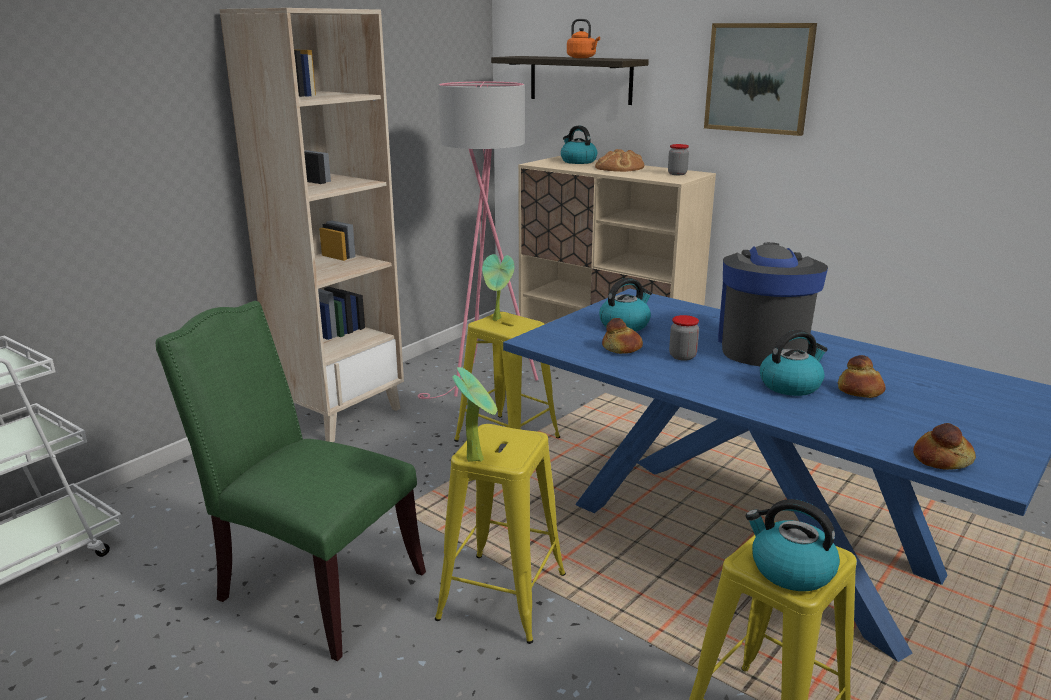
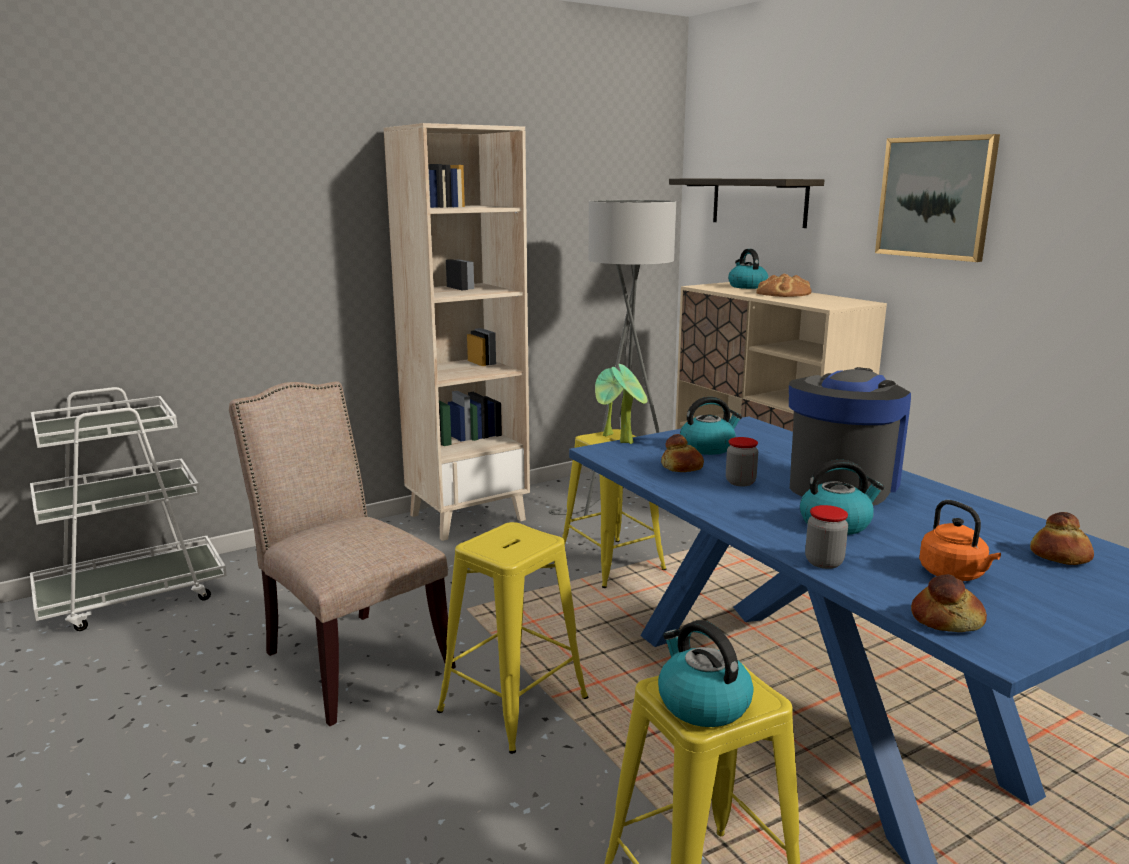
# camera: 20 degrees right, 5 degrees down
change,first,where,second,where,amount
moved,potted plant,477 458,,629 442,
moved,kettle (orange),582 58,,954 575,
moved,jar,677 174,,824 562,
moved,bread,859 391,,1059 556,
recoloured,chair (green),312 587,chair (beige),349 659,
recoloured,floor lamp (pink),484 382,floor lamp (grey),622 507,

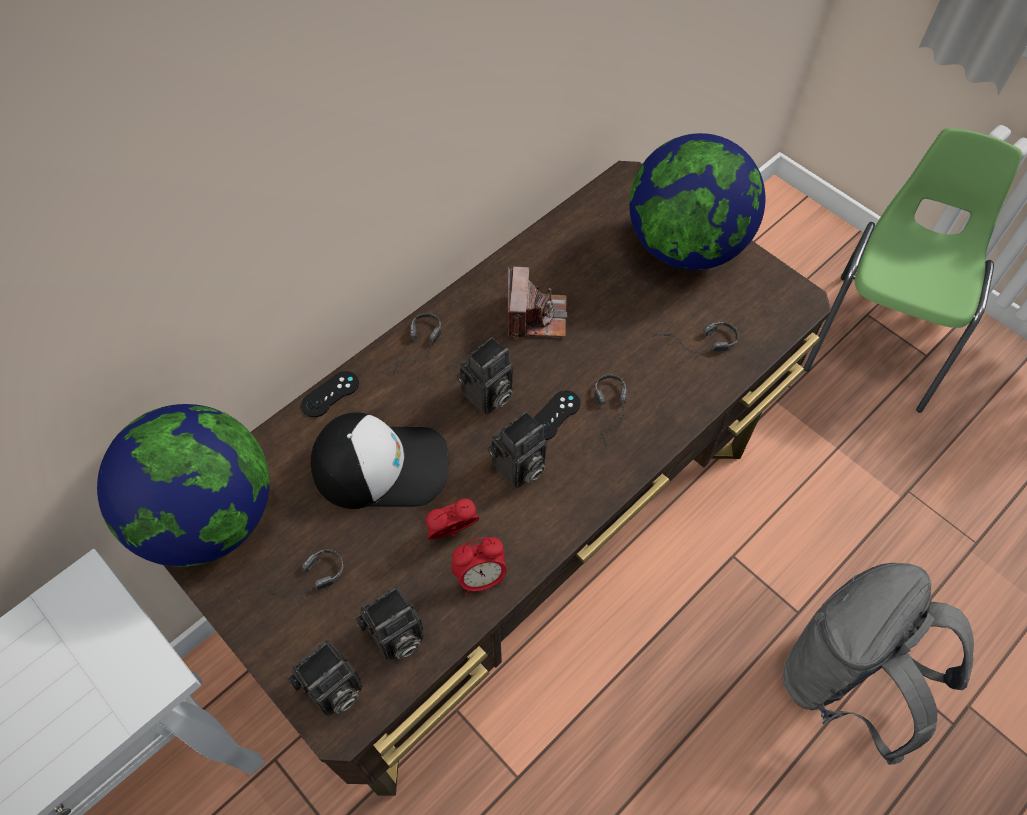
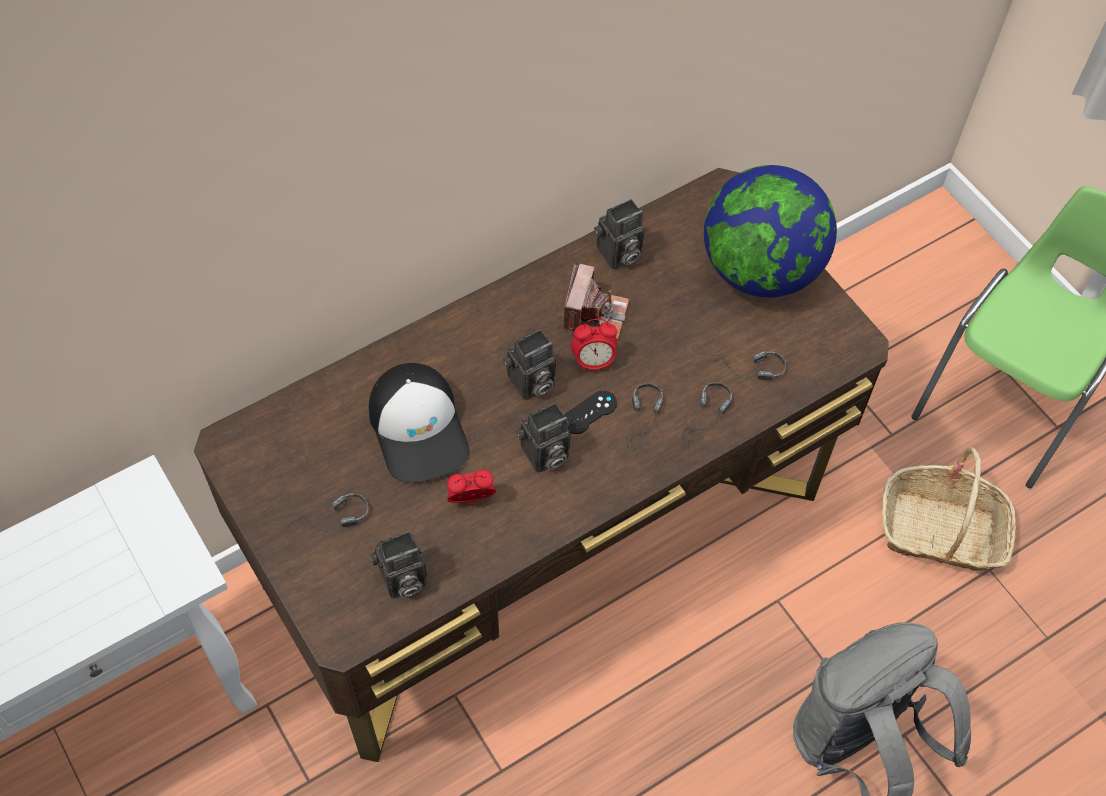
# camera: 10 degrees right, 0 degrees up
change,first,where,second,where,amount
removed,globe,209 517,,,
removed,game controller (black),330 394,,,
added,,,basket,941 531,
moved,photo camera,333 691,,618 255,
moved,headphones,419 353,,705 422,
moved,alarm clock,481 578,,594 362,
turned,cap,381 465,,419 428,60 degrees clockwise

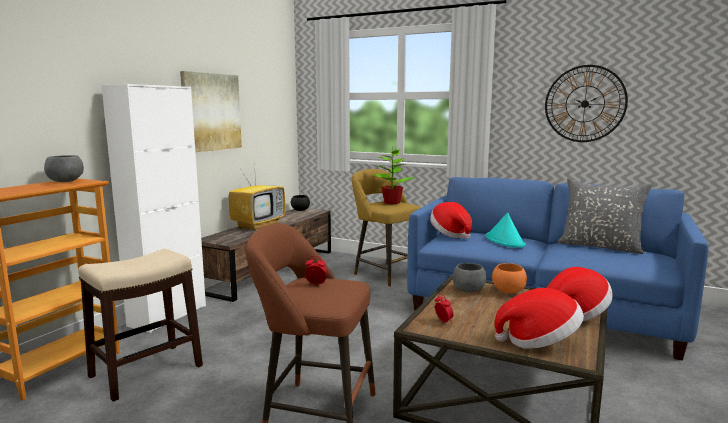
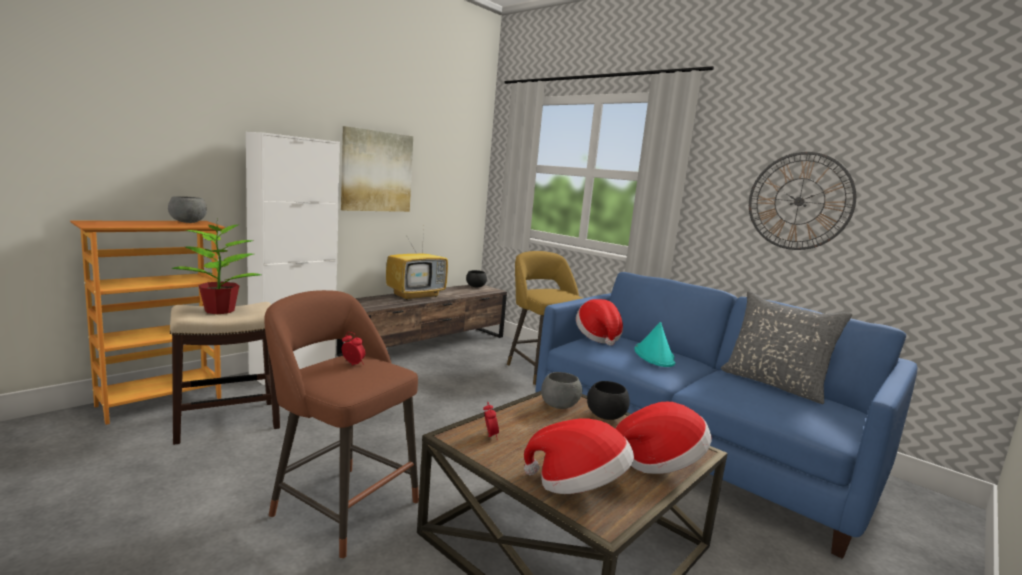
# camera: 15 degrees right, 0 degrees up
change,first,where,second,where,amount
moved,potted plant,392 202,,220 310,
recoloured,bowl (orange),508 291,bowl (black),605 416,

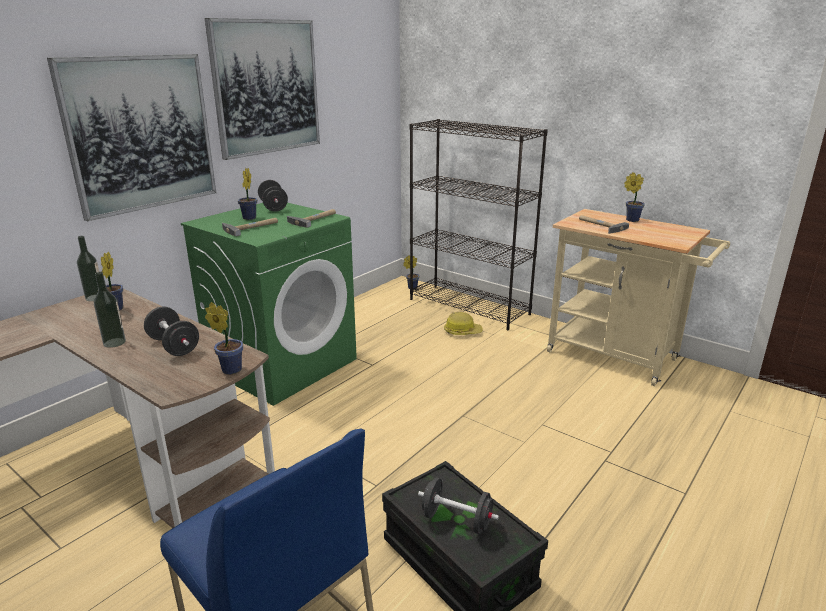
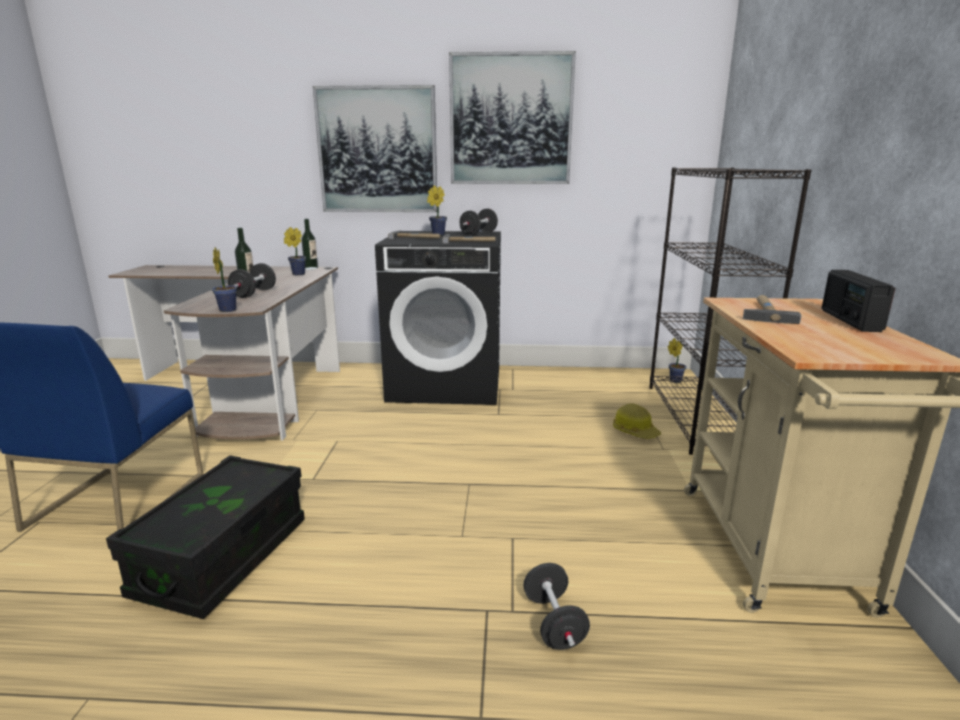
# camera: 55 degrees right, 5 degrees down
change,first,where,second,where,amount
moved,dumbbell (black),456 520,,554 623,
replaced,potted plant,630 220,radio,849 320,
recoloured,washing machine (green),283 364,washing machine (black),447 384,

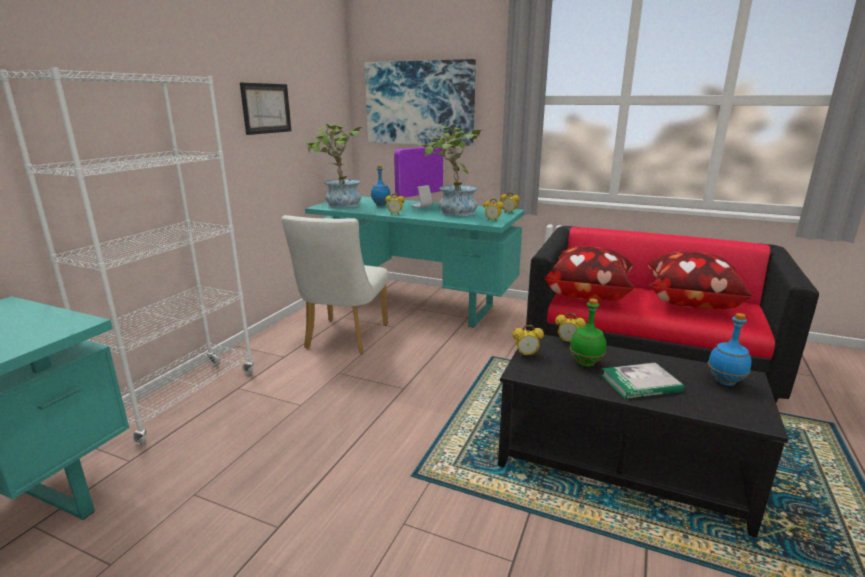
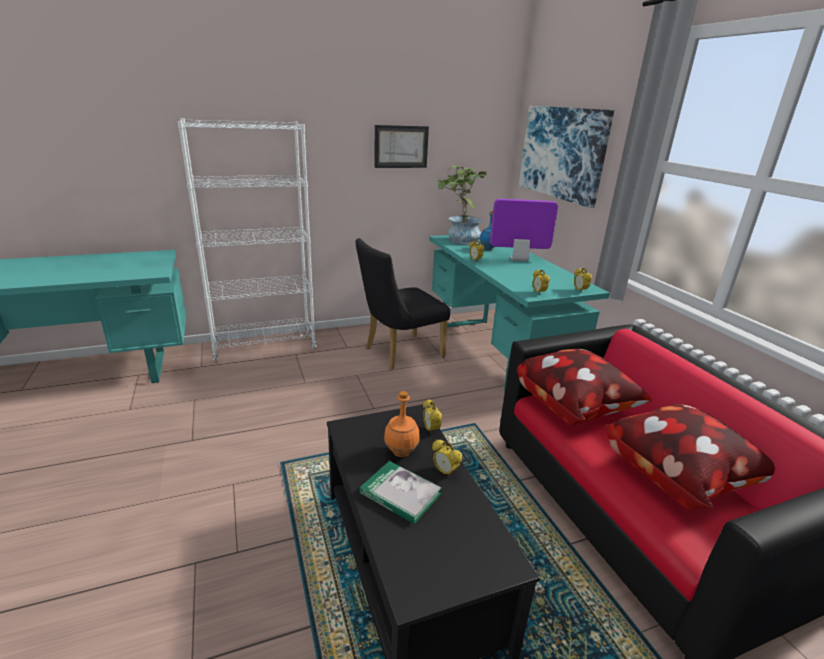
# camera: 45 degrees right, 5 degrees up
change,first,where,second,where,amount
removed,potted plant,452 212,,,
removed,bottle (blue),725 382,,,
moved,alarm clock,526 355,,445 472,
recoloured,chair (white),343 339,chair (black),398 353,
recoloured,bottle (green),585 363,bottle (orange),400 452,

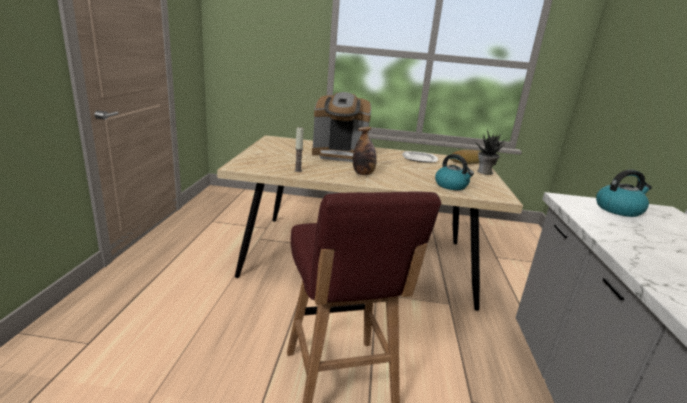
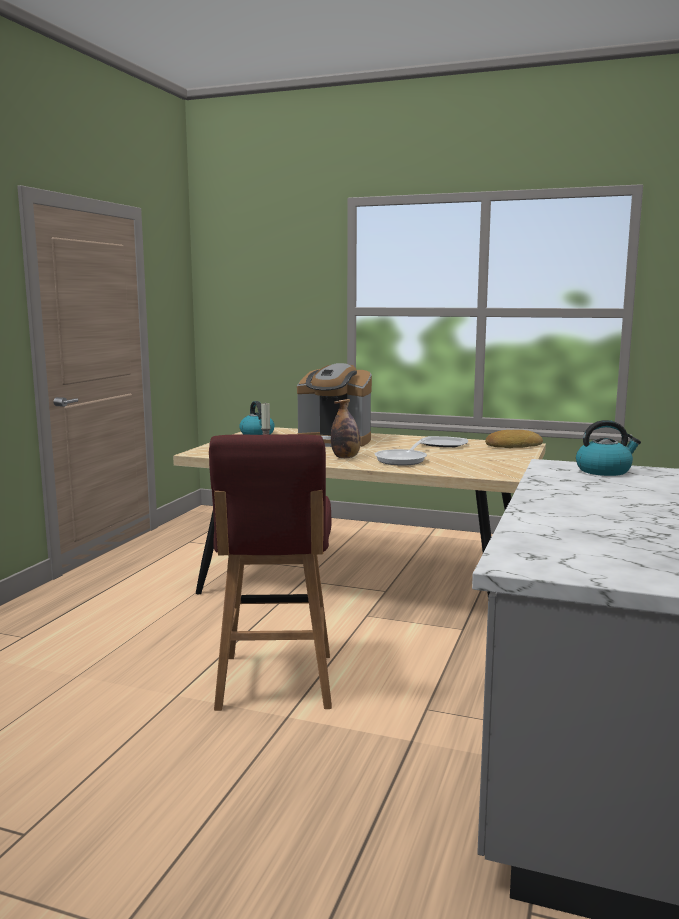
# camera: 15 degrees right, 10 degrees down
change,first,where,second,where,amount
removed,potted plant,484 172,,,
added,,,frying pan,403 460,
moved,kettle,451 186,,257 434,

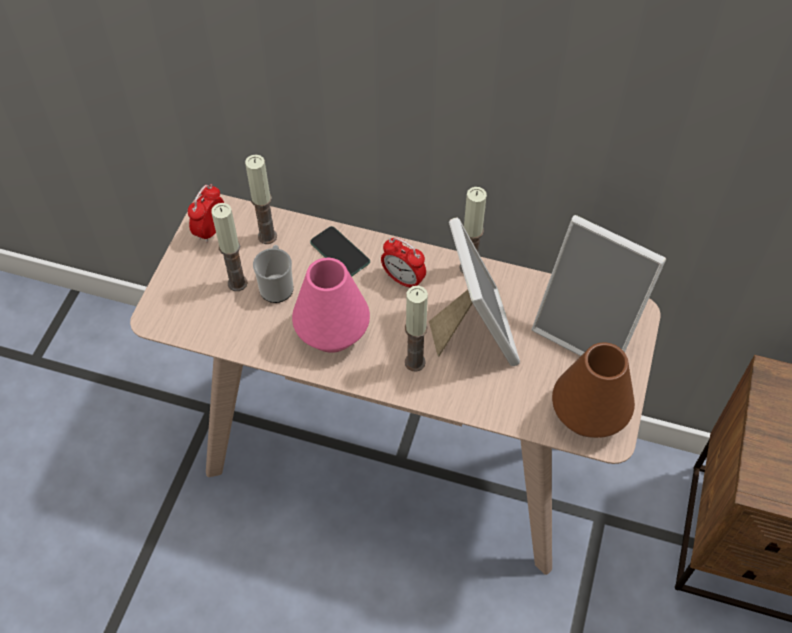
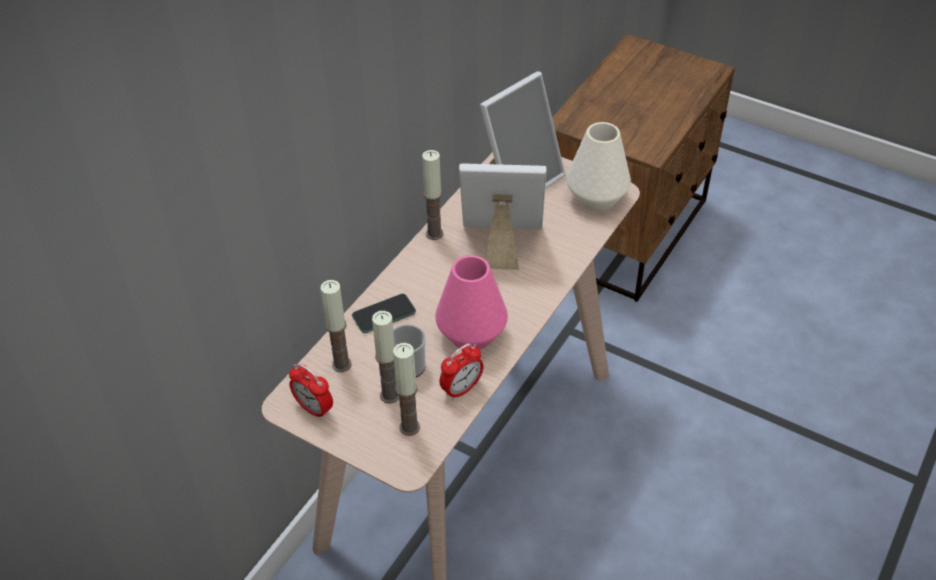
# camera: 75 degrees left, 10 degrees down
change,first,where,second,where,amount
moved,alarm clock,403 279,,461 389,
moved,candle,415 362,,409 427,
recoloured,vase (brown),588 415,vase (white),597 198,

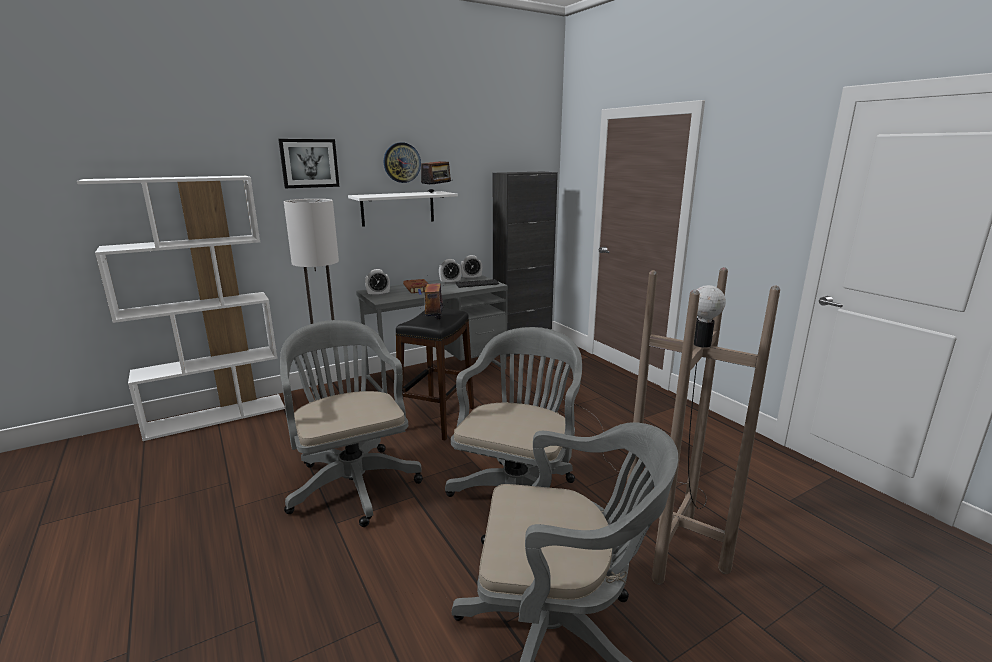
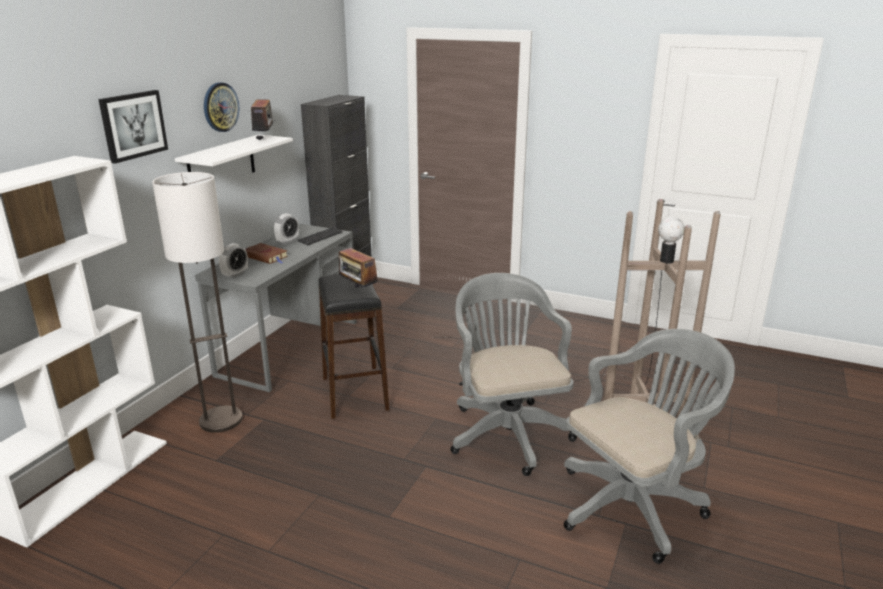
# camera: 35 degrees left, 5 degrees up
change,first,where,second,where,amount
removed,office chair (grey),352 481,,,
removed,alarm clock,471 278,,,

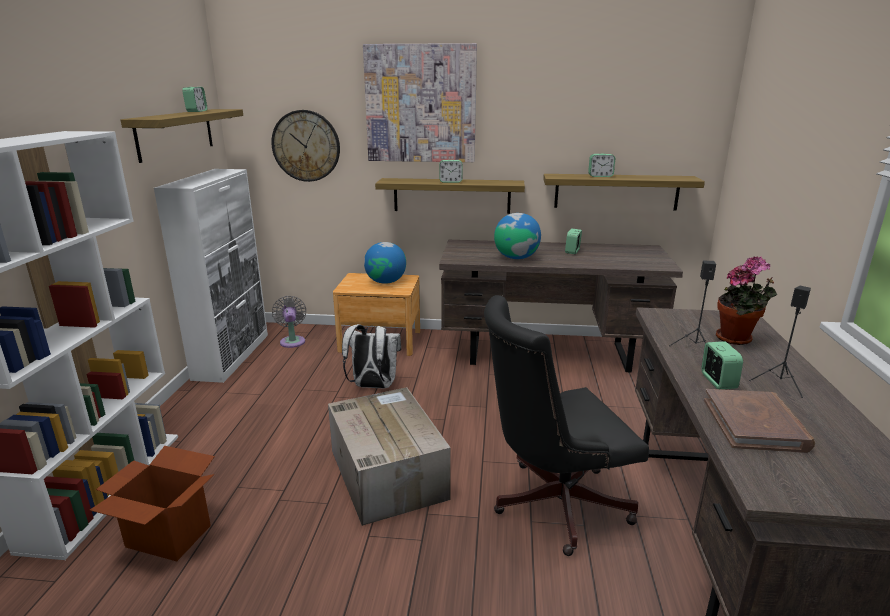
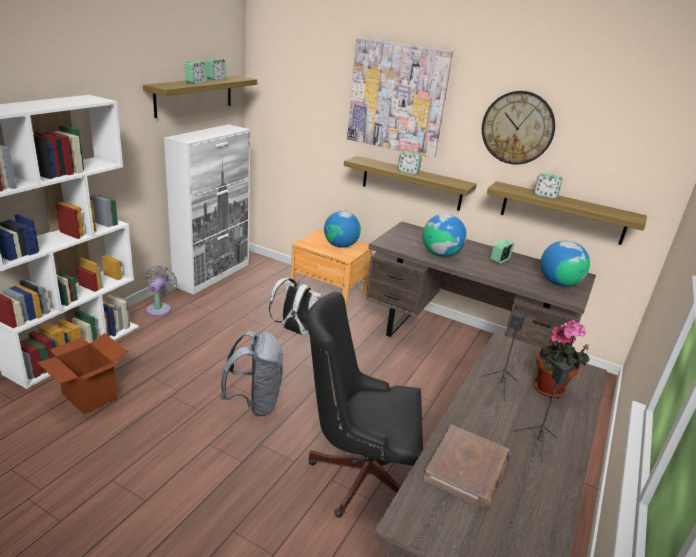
# camera: 20 degrees right, 5 degrees up
change,first,where,second,where,amount
added,,,globe,558 283,
moved,wall clock,306 146,,517 128,
moved,fan (grey),292 341,,160 308,
moved,alarm clock,717 381,,195 82,
replaced,cardboard box,386 473,backpack (grey),254 403,

